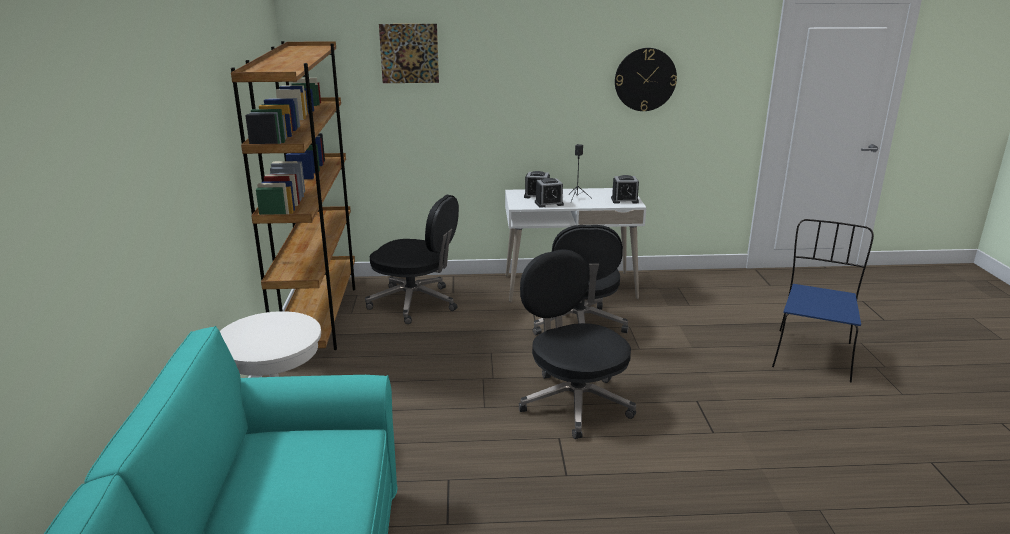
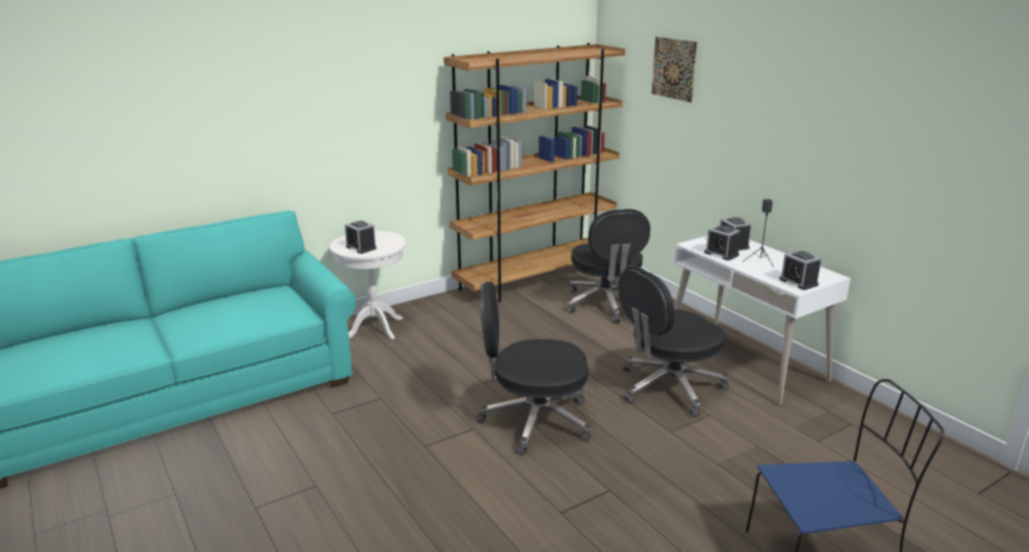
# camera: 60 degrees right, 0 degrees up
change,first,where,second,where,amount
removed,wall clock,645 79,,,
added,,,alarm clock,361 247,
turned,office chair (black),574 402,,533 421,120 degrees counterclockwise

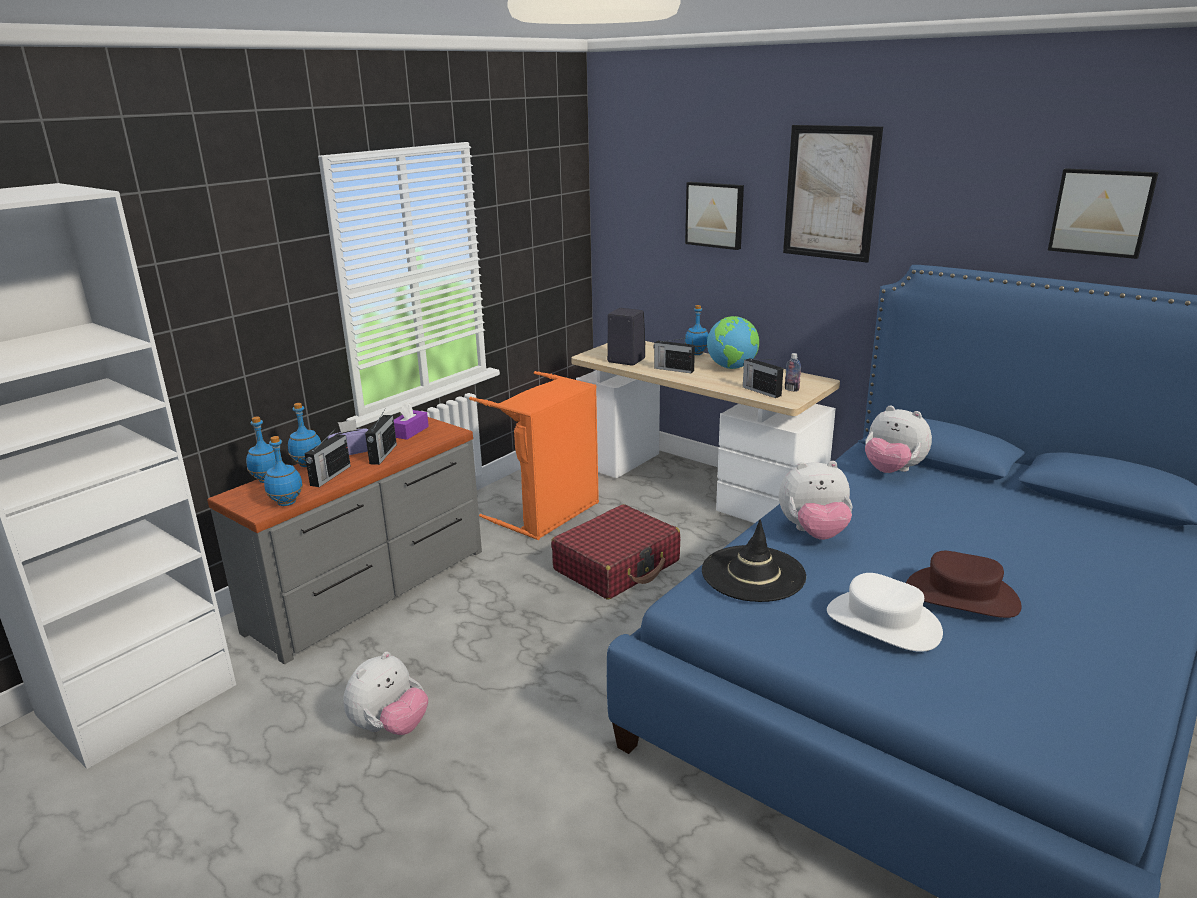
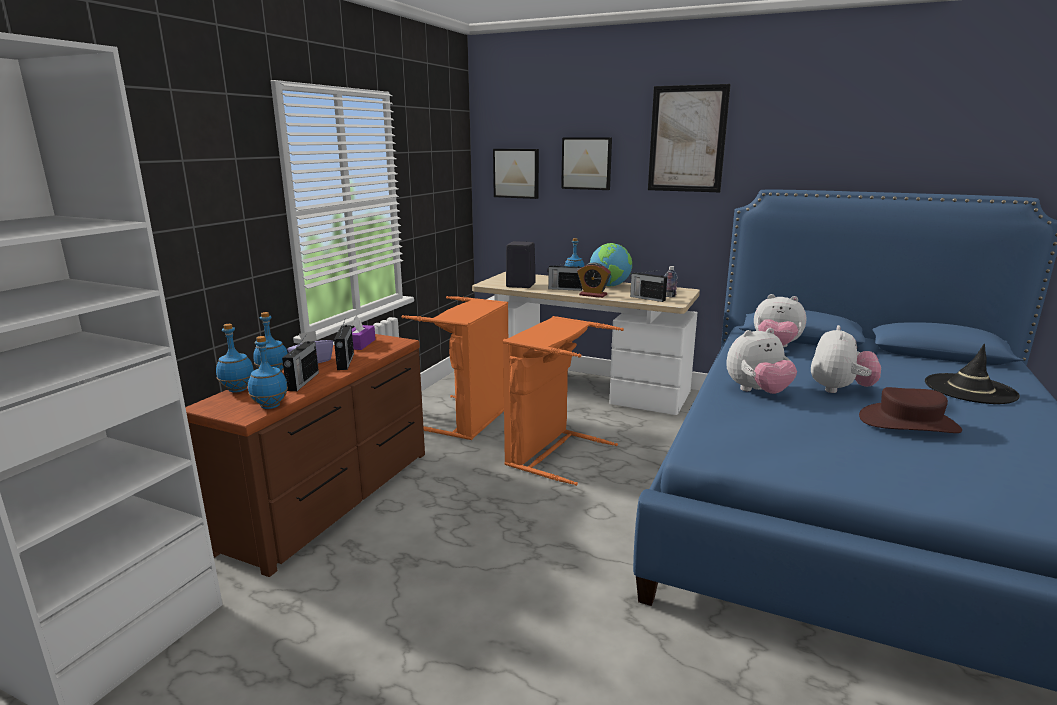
# camera: 15 degrees left, 5 degrees down
change,first,where,second,where,amount
removed,hat (white),882 623,,,
added,,,alarm clock,593 295,
moved,plush toy,390 727,,840 389,
moved,hat (black),753 574,,970 389,
moved,picture,1101 212,,516 173,
replaced,suitcase (red),617 566,laundry basket (orange),551 453,
recoloured,dresser (grey),371 590,dresser (brown),333 498,

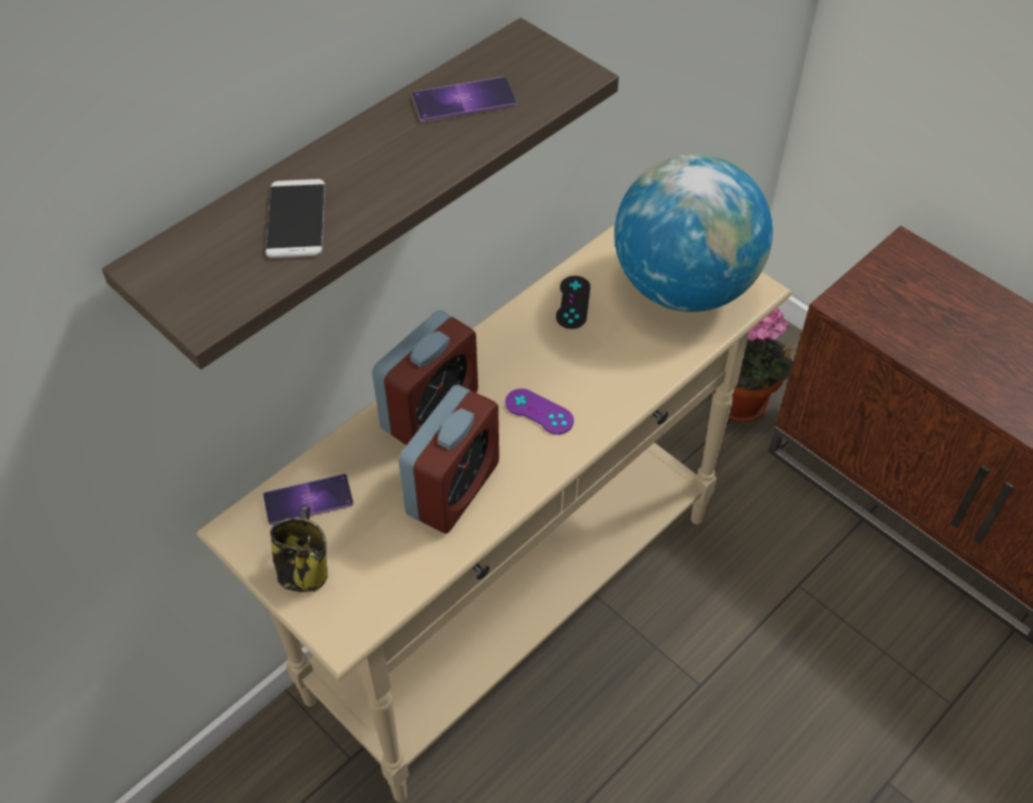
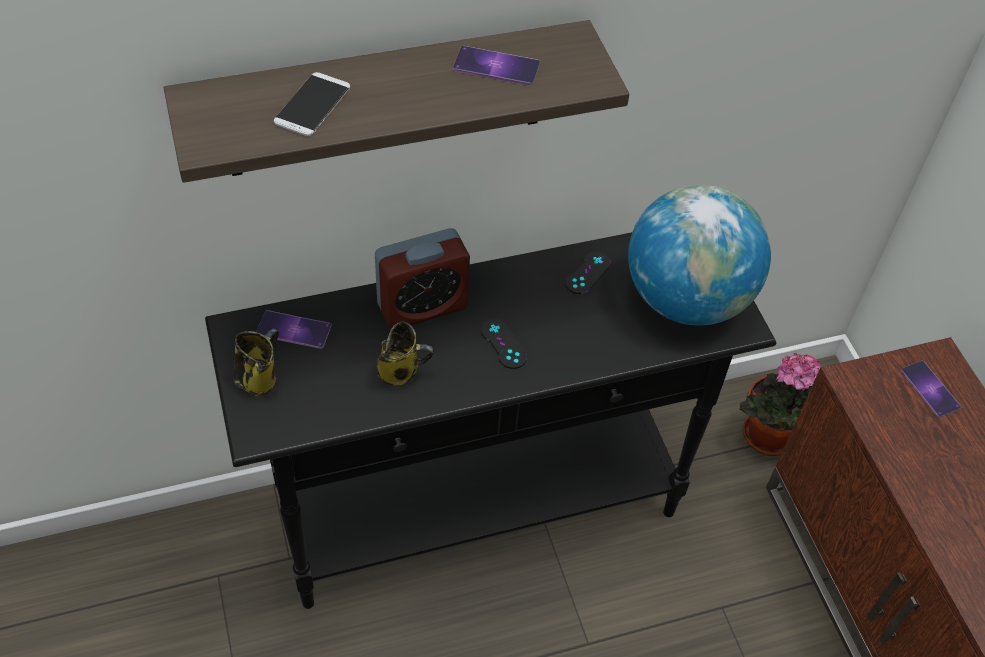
# camera: 25 degrees right, 0 degrees up
change,first,where,second,where,amount
added,,,phone,930 389,
replaced,alarm clock,453 489,mug,401 371,
recoloured,console table (beige),515 605,console table (black),480 508,
recoloured,game controller (purple),539 412,game controller (black),503 344,

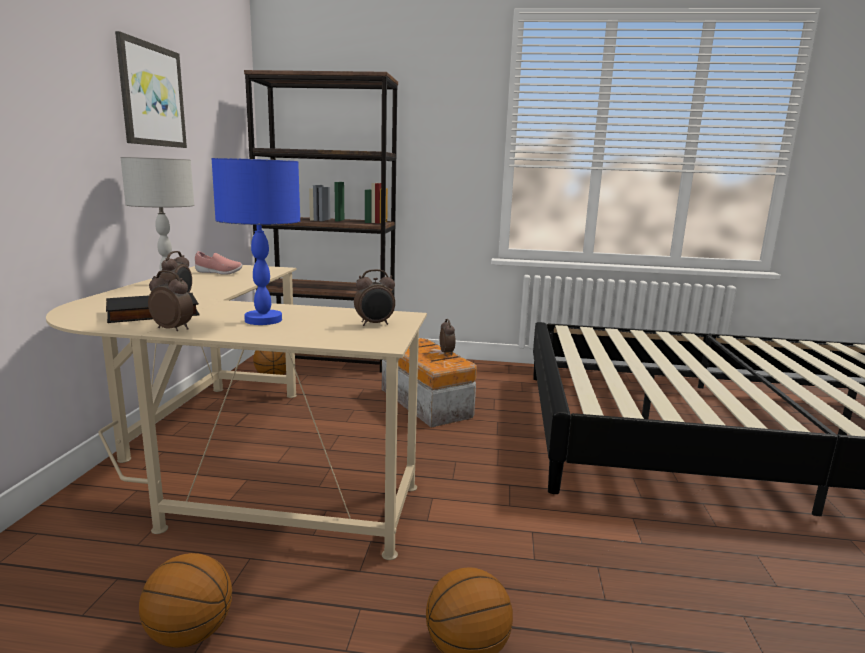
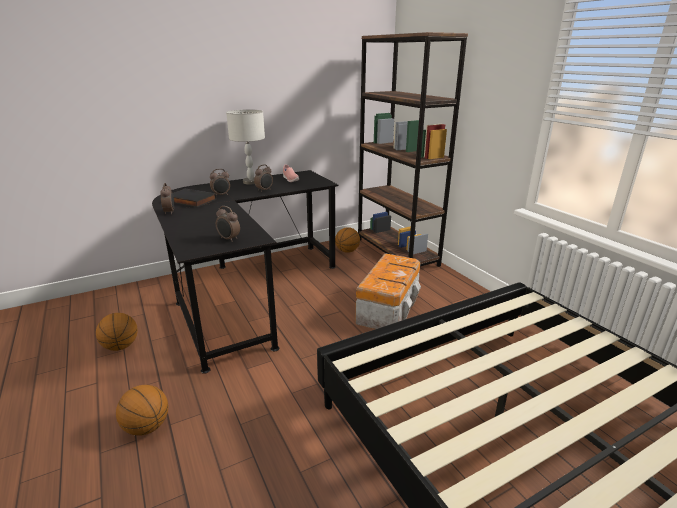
# camera: 55 degrees right, 10 degrees up
change,first,where,second,where,amount
removed,picture,151 95,,,
removed,table lamp (blue),264 320,,,
moved,alarm clock,447 353,,264 190,
recoloured,desk (beige),236 464,desk (black),246 291,

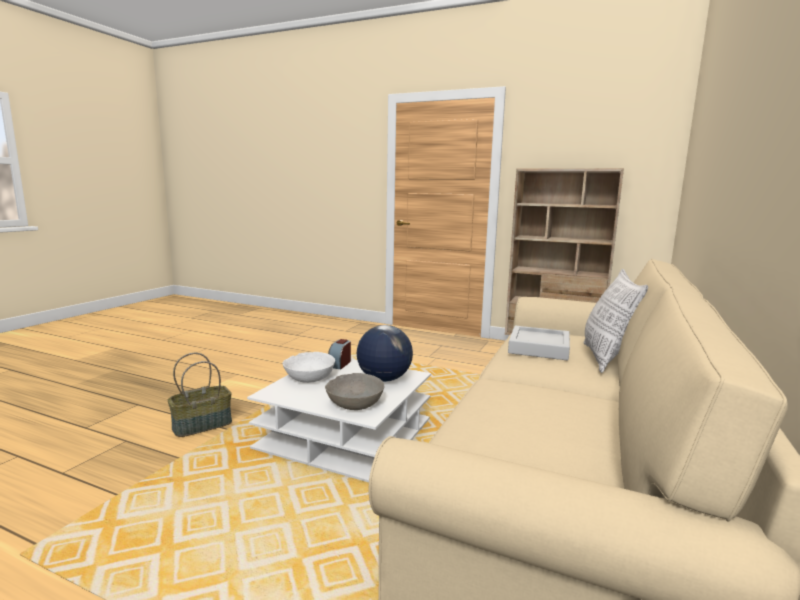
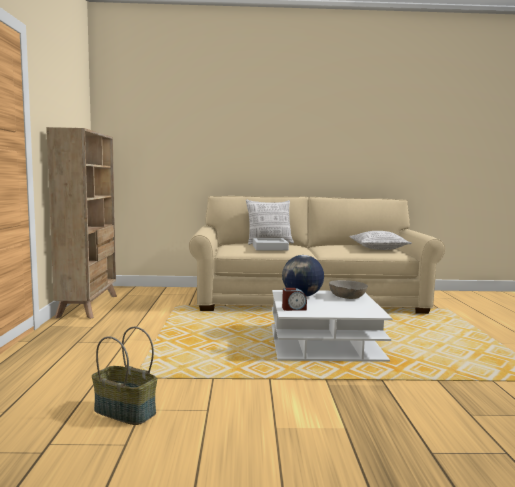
# camera: 115 degrees left, 5 degrees down
change,first,where,second,where,amount
removed,bowl (white),309 377,,,
added,,,pillow,378 248,
moved,basket,202 425,,123 412,

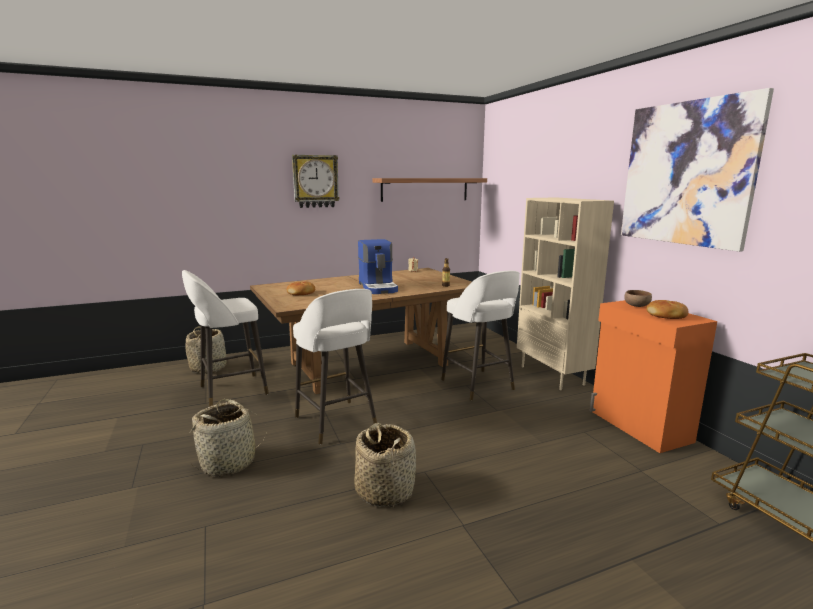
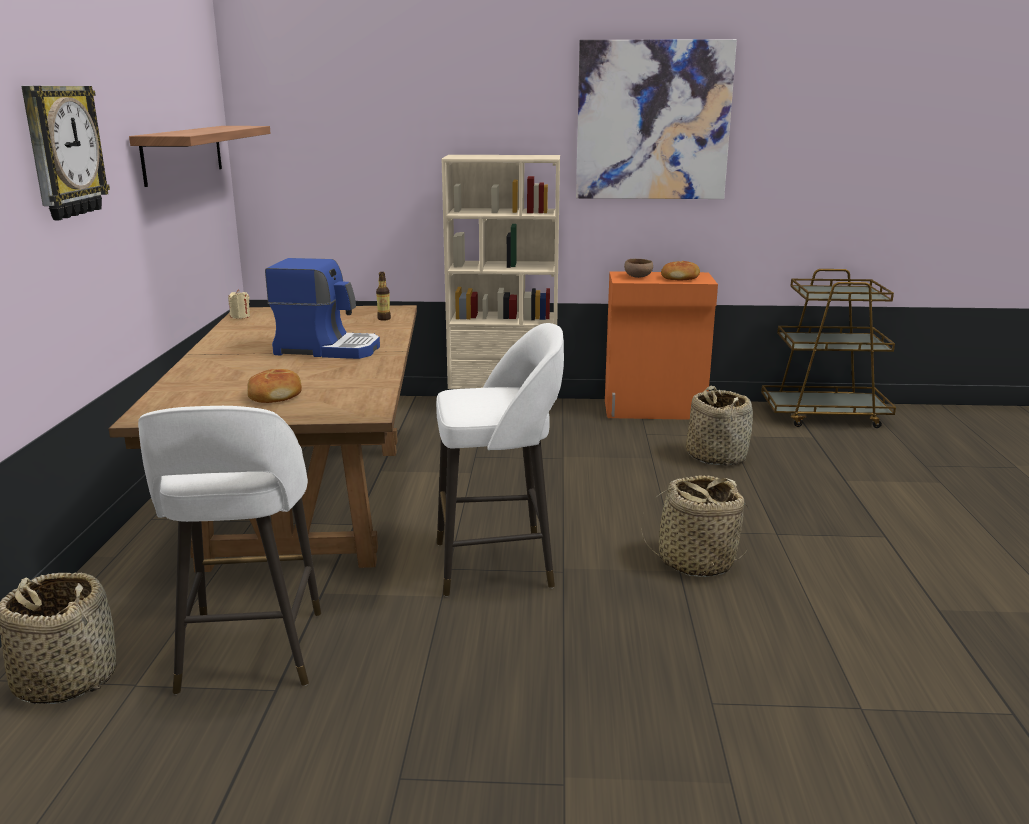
# camera: 65 degrees left, 5 degrees up
change,first,where,second,where,amount
removed,stool (white),478 385,,,
moved,basket,229 462,,716 456,

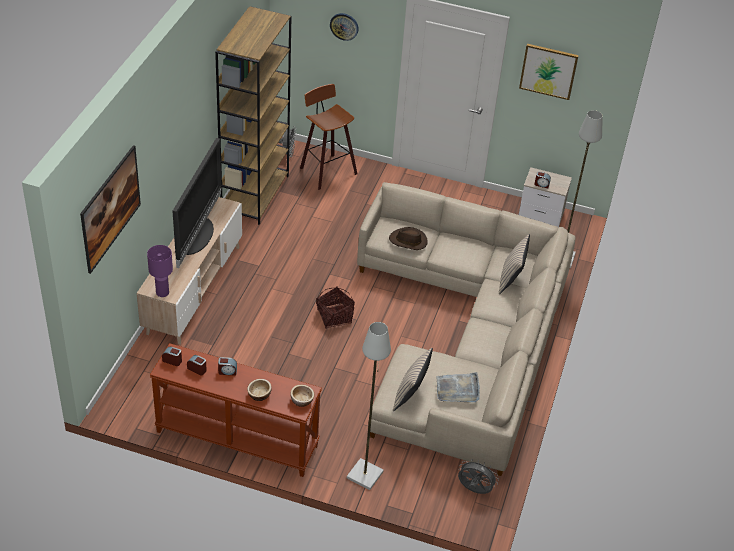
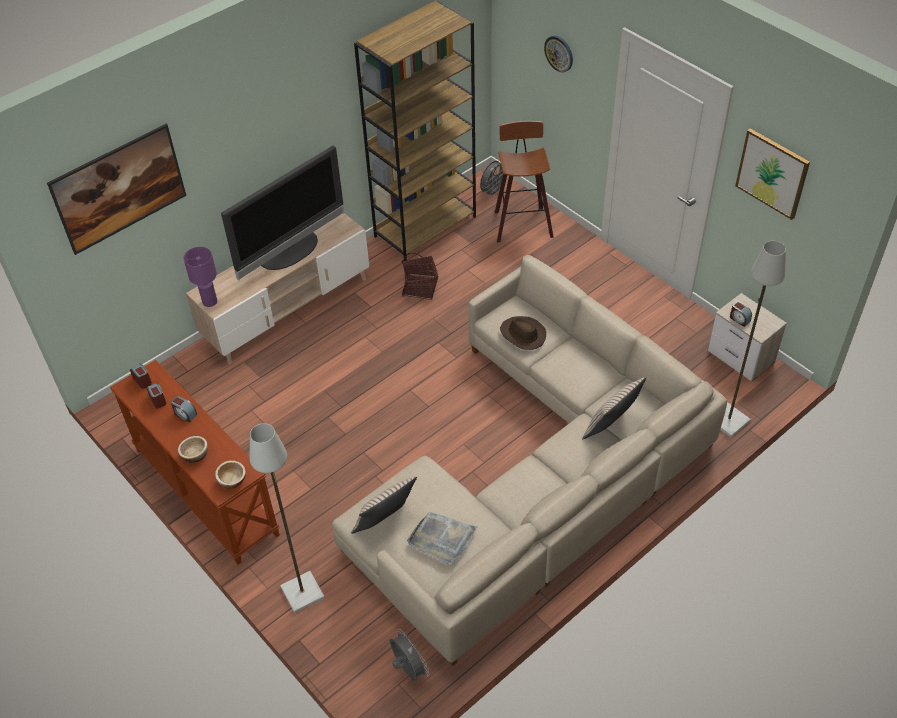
# camera: 35 degrees right, 5 degrees up
change,first,where,second,where,amount
moved,basket,334 317,,420 287,

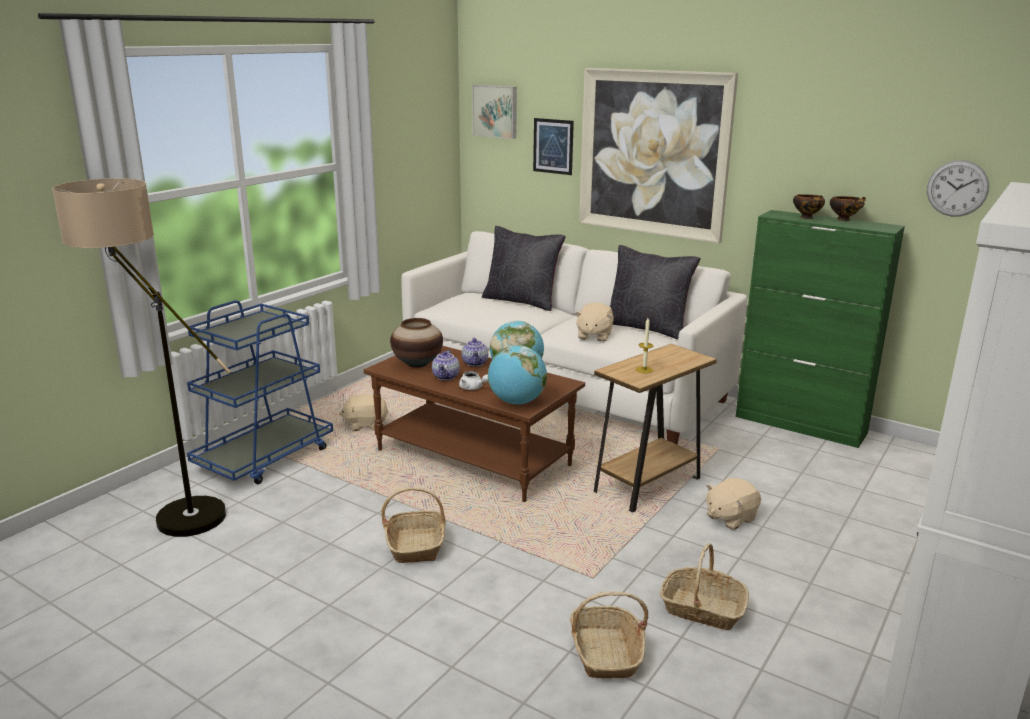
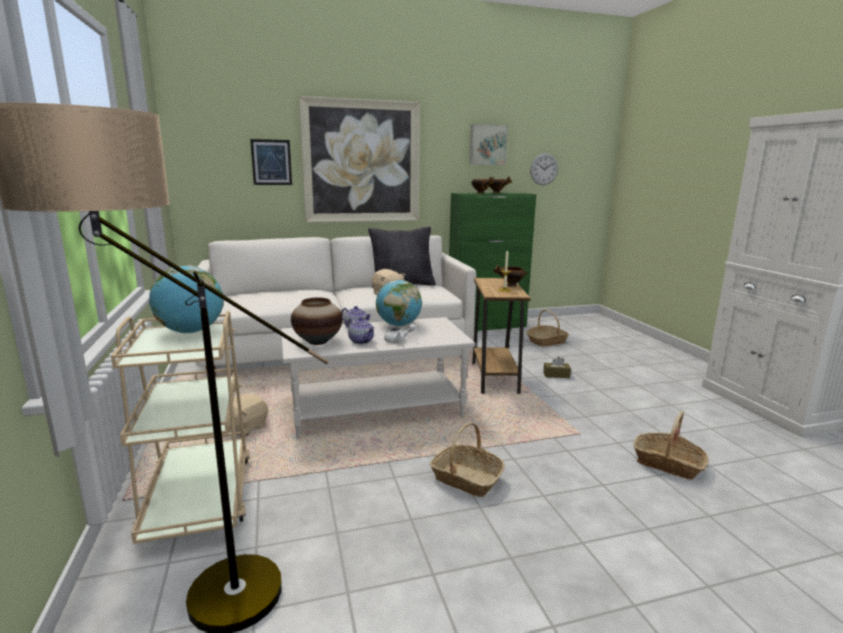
# camera: 50 degrees left, 5 degrees down
change,first,where,second,where,amount
removed,pillow (black),522 301,,,
added,,,bowl,510 285,
moved,picture,496 111,,487 145,
moved,globe,517 402,,191 332,
moved,basket,702 609,,546 341,
replaced,plush toy (beige),730 518,tissue box (brown),556 375,
recoloured,cart (blue),265 458,cart (beige),199 498,
recoloured,coffee table (brown),475 458,coffee table (white),376 409,

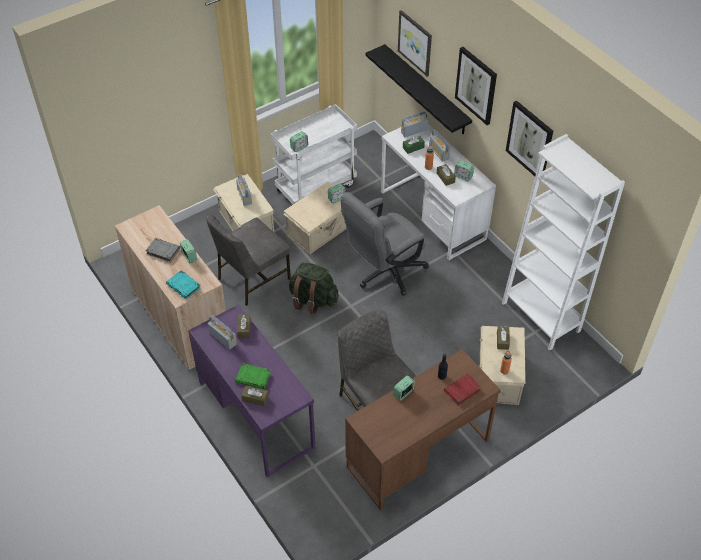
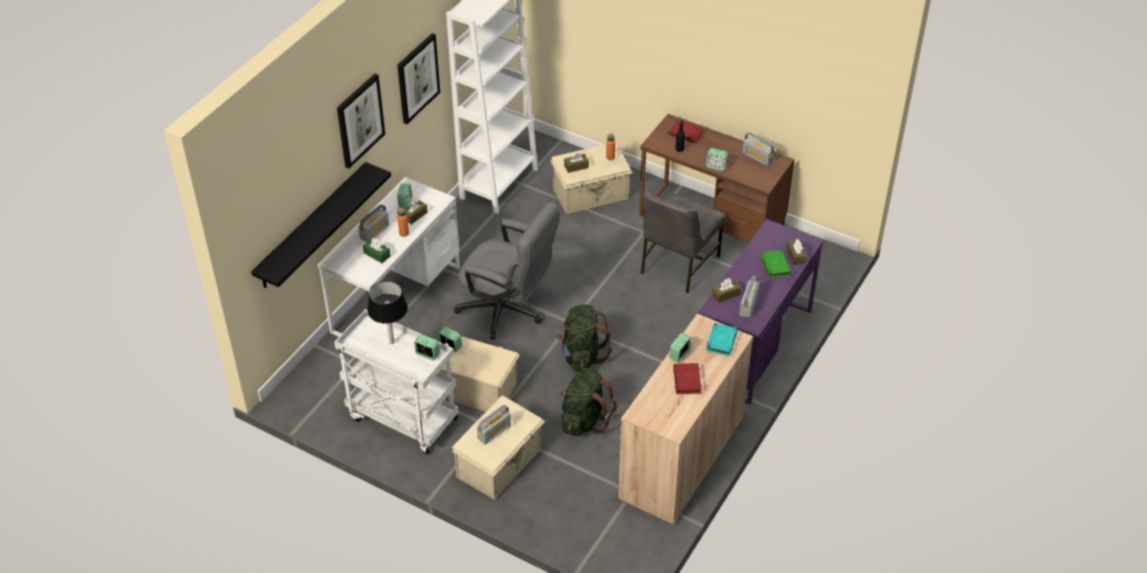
# camera: 115 degrees left, 5 degrees down
change,first,where,second,where,amount
removed,picture,415 42,,,
added,,,table lamp (black),391 342,
moved,radio,414 131,,757 157,
replaced,chair (grey),252 278,backpack (green),584 419,
recoloured,book (grey),162 251,book (red),687 381,

